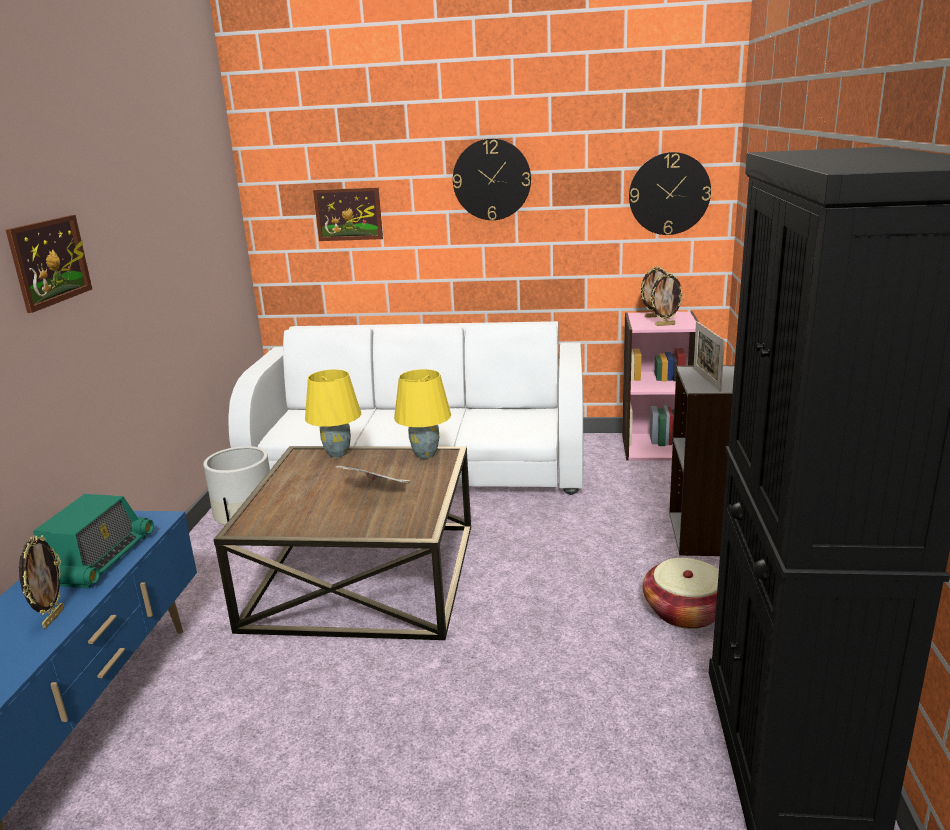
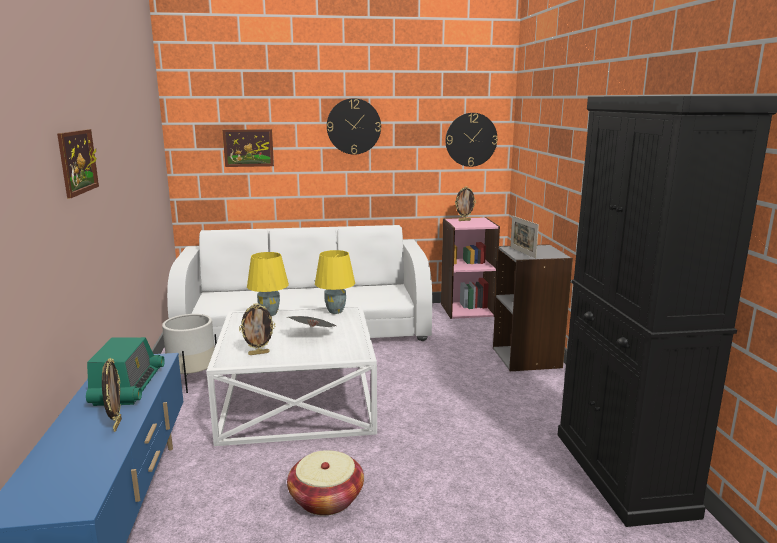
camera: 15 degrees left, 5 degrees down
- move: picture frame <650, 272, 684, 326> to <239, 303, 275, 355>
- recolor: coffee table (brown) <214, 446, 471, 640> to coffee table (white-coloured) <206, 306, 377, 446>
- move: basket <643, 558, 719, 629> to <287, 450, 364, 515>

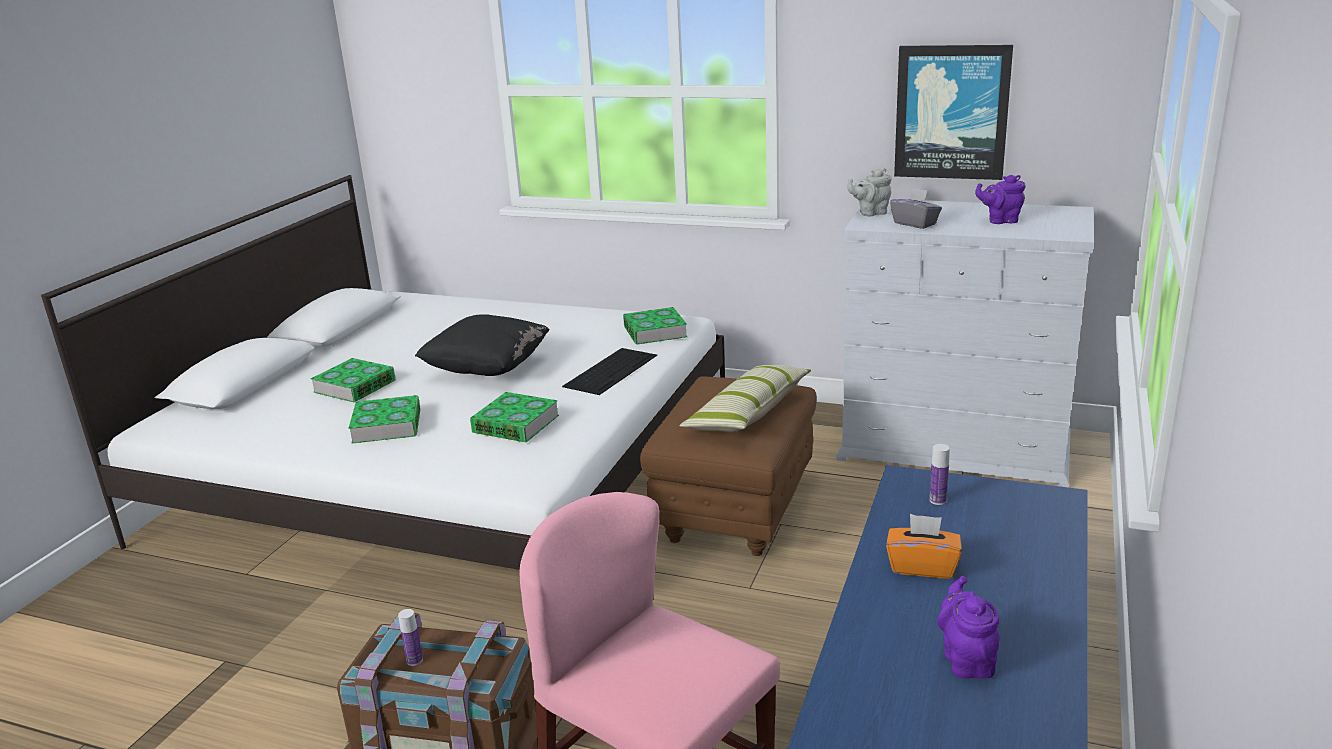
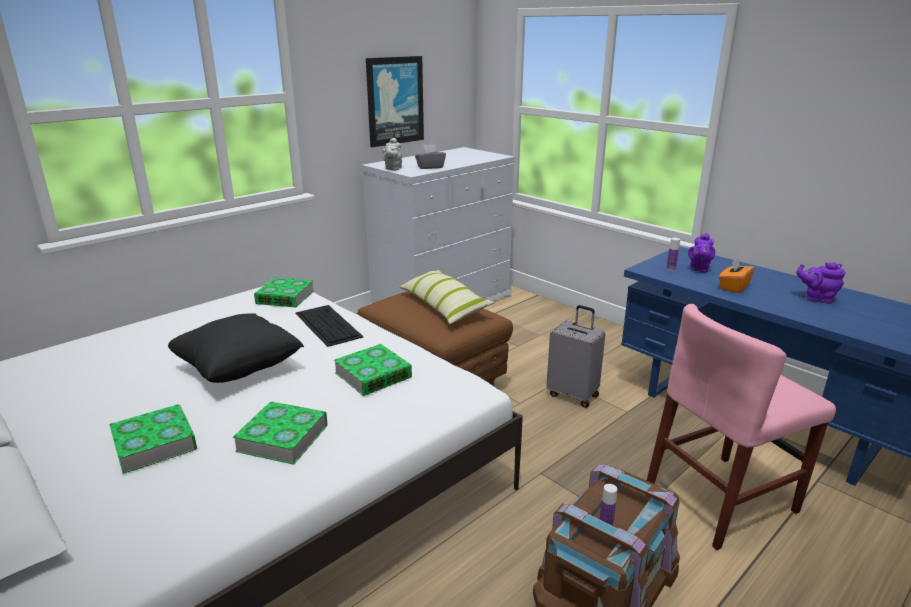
camera: 65 degrees left, 0 degrees up
- move: pot for tea (purple) <975, 175, 1026, 224> to <688, 233, 715, 273>
- insert: piece of luggage (greyish) <546, 305, 605, 408>

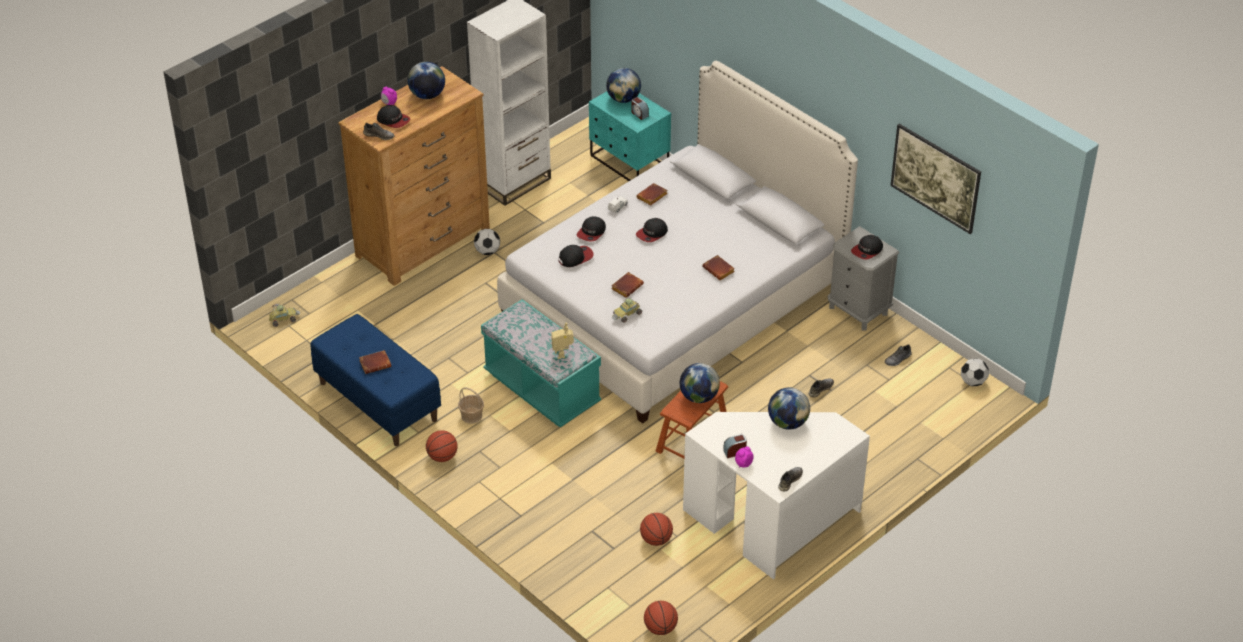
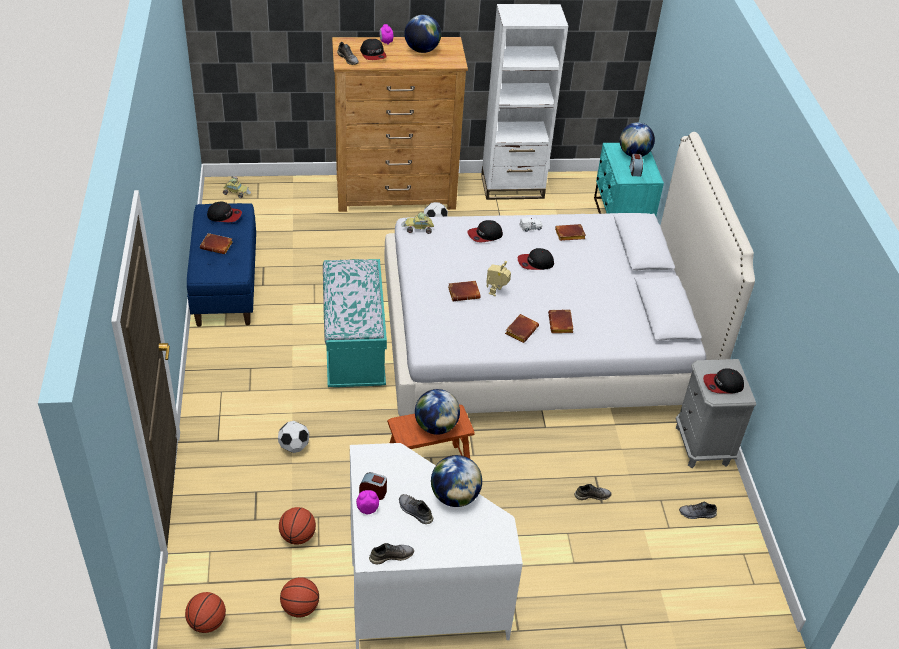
camera: 35 degrees right, 0 degrees up
- delete: picture <890, 124, 981, 234>
- move: baseball cap <558, 245, 593, 267> to <207, 201, 242, 222>
- move: miniature car <612, 298, 642, 323> to <401, 212, 434, 234>
- move: robot figure <551, 323, 574, 359> to <486, 261, 511, 296>
- move: football <961, 359, 989, 386> to <278, 421, 309, 453>
- delete: basket <458, 387, 484, 424>
- move: basketball <426, 430, 458, 462> to <280, 577, 319, 617>
- insert: book (brown) <505, 314, 539, 343>
- insert: shoe (greyish) <399, 494, 433, 524>

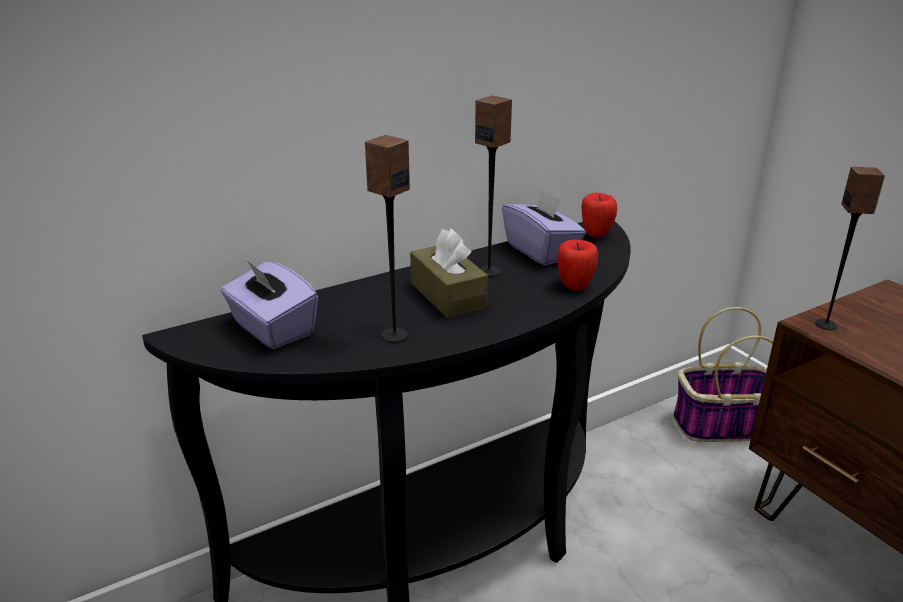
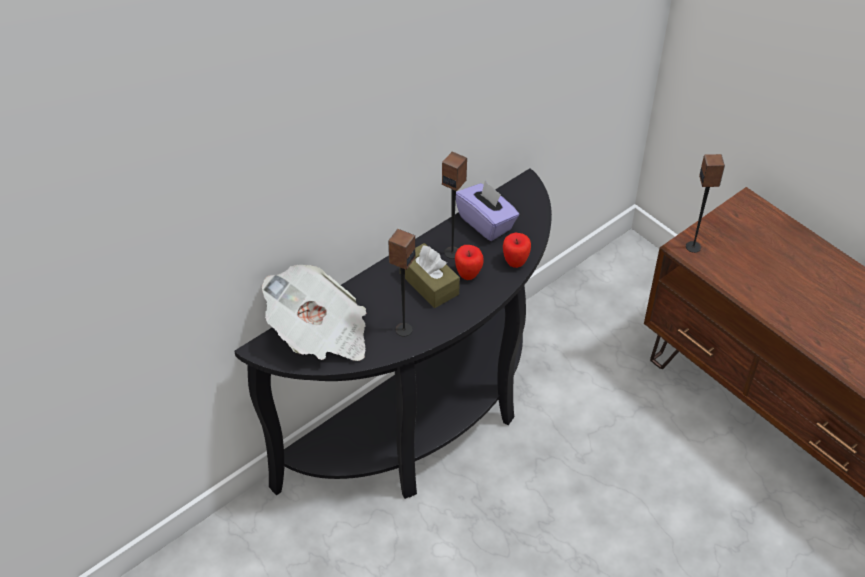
camera: 10 degrees left, 20 degrees up
- move: whole apple <582, 193, 617, 238> to <455, 245, 484, 280>
- replace: tissue box (purple) <221, 259, 318, 349> to daily paper <262, 265, 366, 361>
- delete: basket <673, 307, 773, 442>

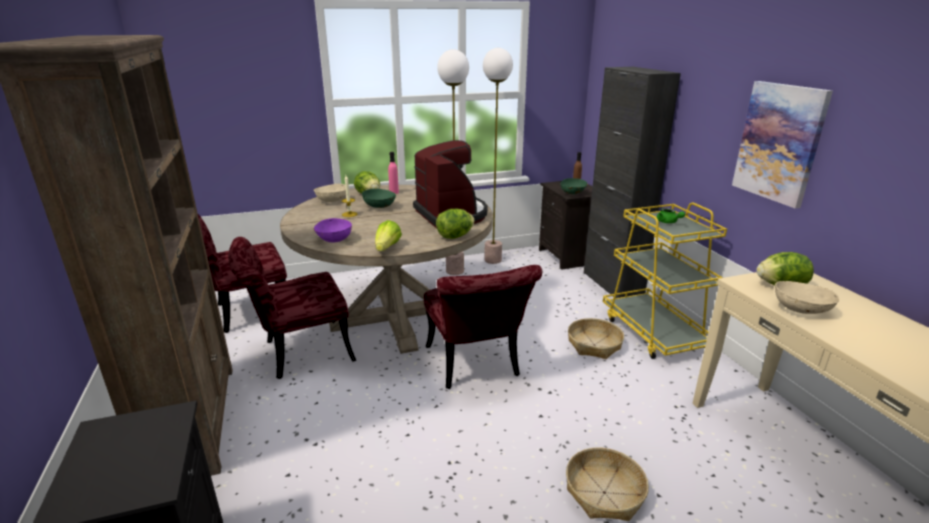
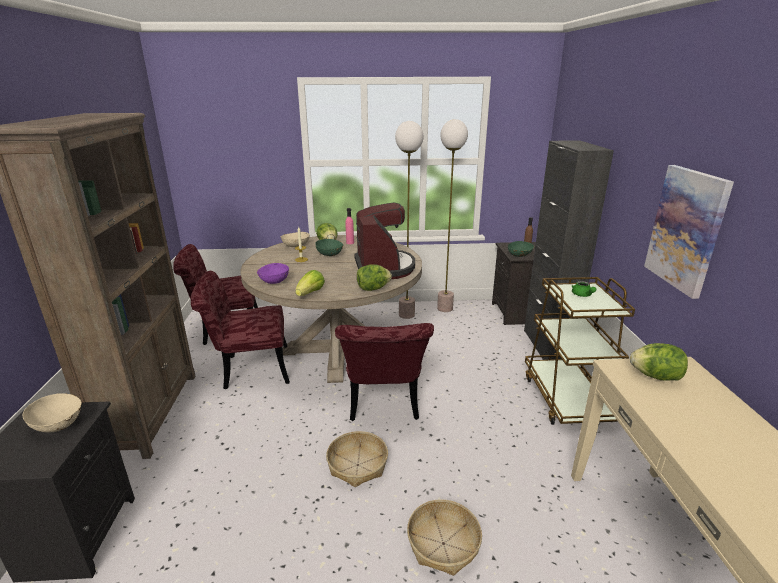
camera: 15 degrees right, 0 degrees up
- recolor: cart (yellow-coloured) <603, 202, 727, 359> to cart (brown) <525, 277, 635, 425>
- move: serving bowl (beige-coloured) <775, 281, 839, 314> to <23, 393, 82, 432>
- move: basket <568, 318, 624, 359> to <326, 431, 388, 487>

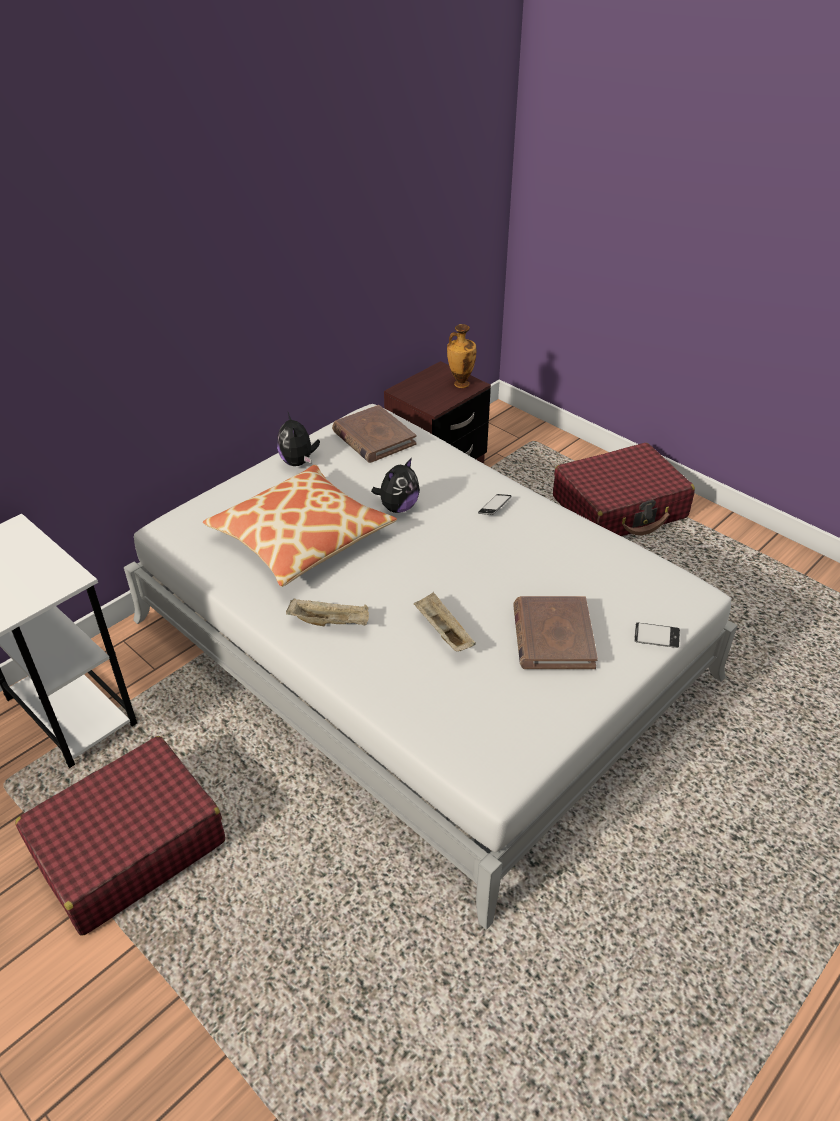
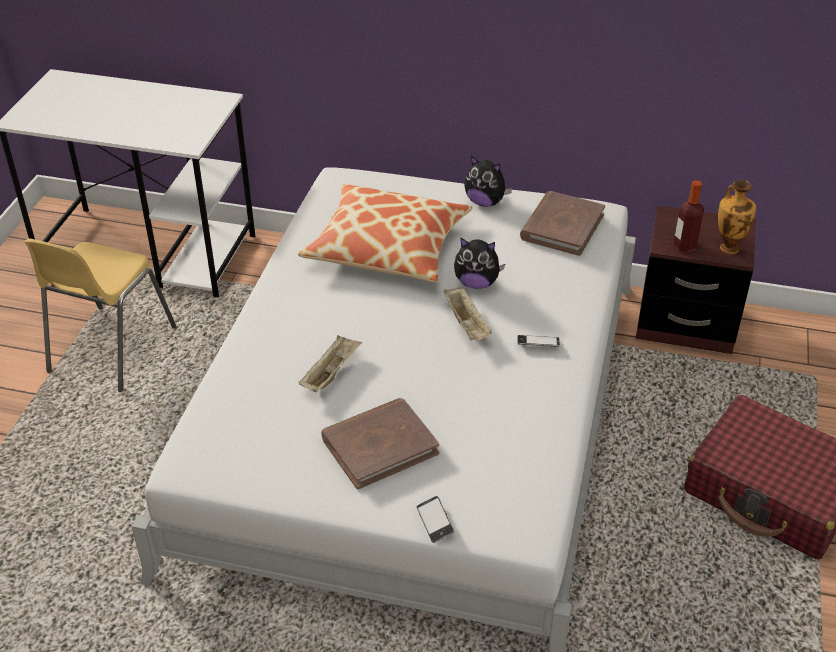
camera: 60 degrees right, 0 degrees up
- rotate: soft toy <277, 411, 320, 466> = <464, 155, 512, 207> 105 degrees counterclockwise
- move: tray (beige-coloured) <286, 598, 369, 626> to <444, 287, 492, 340>
- replace: piece of luggage (red-coloured) <15, 736, 225, 936> to chair (yellow-coloured) <25, 238, 177, 392>
- insert: drink bottle <673, 180, 704, 252>

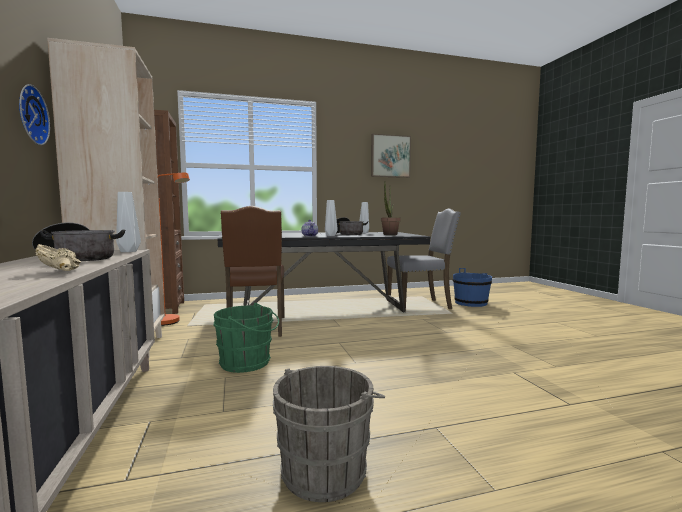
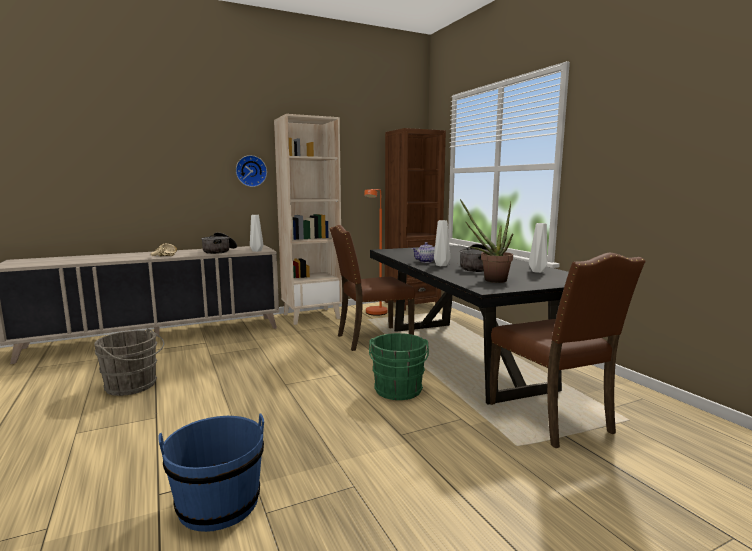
camera: 80 degrees right, 5 degrees up
- delete: picture <371, 134, 411, 178>
- recolor: chair (greyish) <387, 208, 461, 312> to chair (brown) <490, 253, 646, 448>
- move: pail (blue-coloured) <453, 268, 492, 307> to <158, 414, 264, 532>
- move: pail (greenish) <213, 303, 279, 373> to <369, 333, 429, 400>

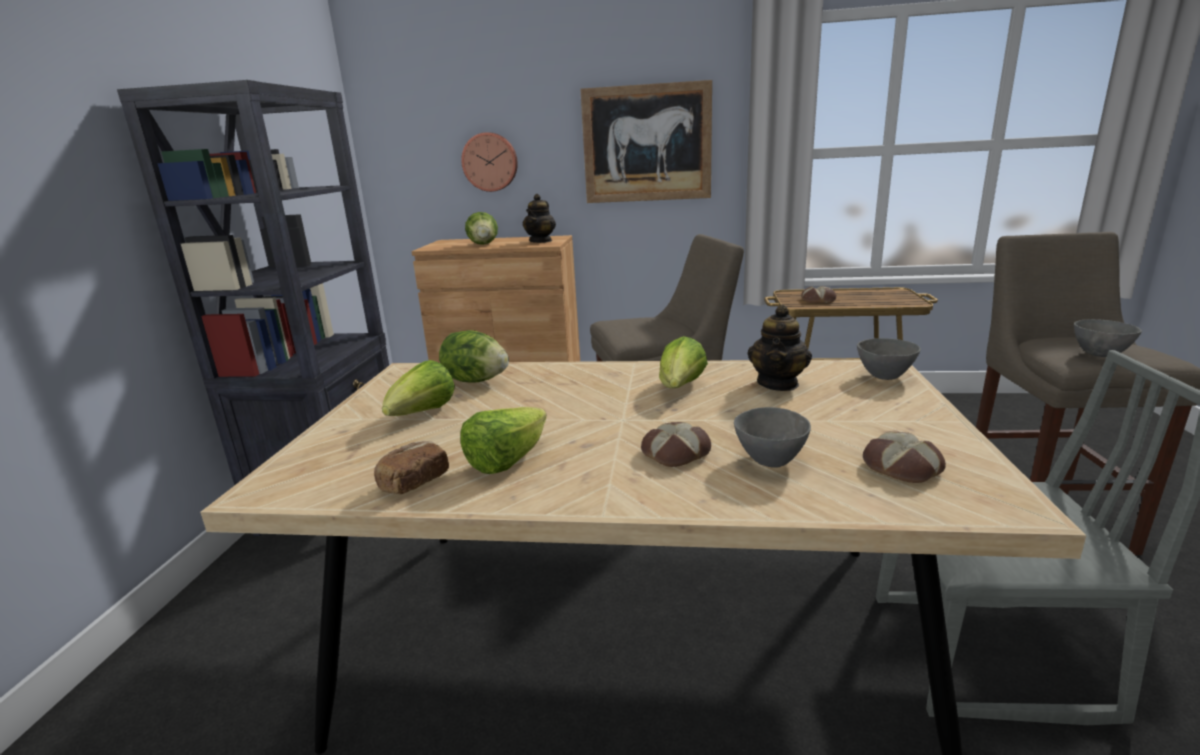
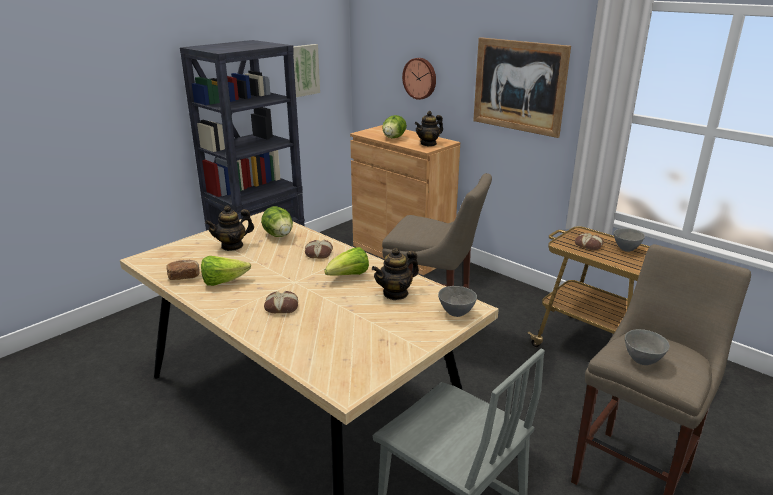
camera: 35 degrees right, 5 degrees up
- replace: lettuce <382, 360, 455, 416> to pot for tea <205, 206, 254, 251>
- move: serving bowl (greyish) <734, 407, 811, 468> to <614, 229, 645, 252>
- move: bread <863, 432, 946, 483> to <305, 240, 333, 259>
- insert: picture <293, 44, 320, 97>

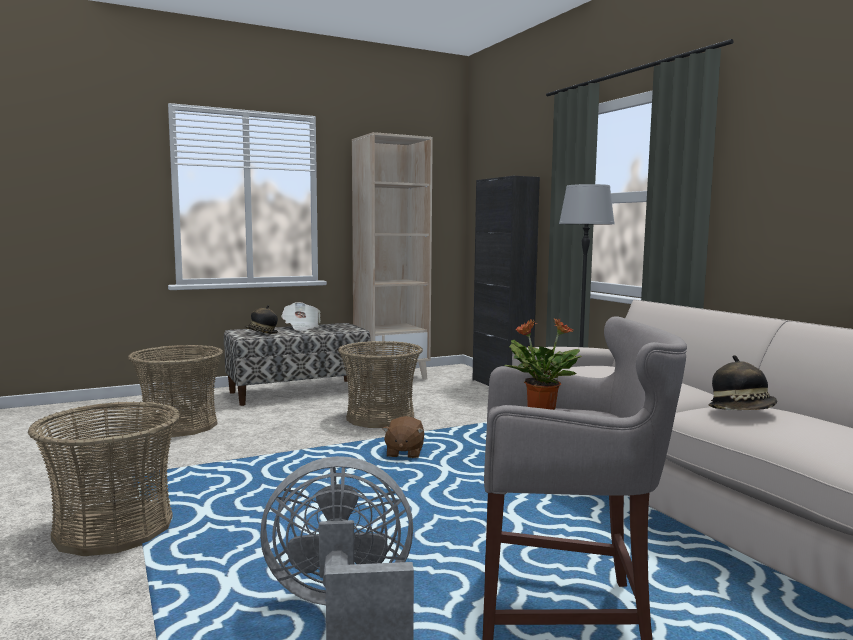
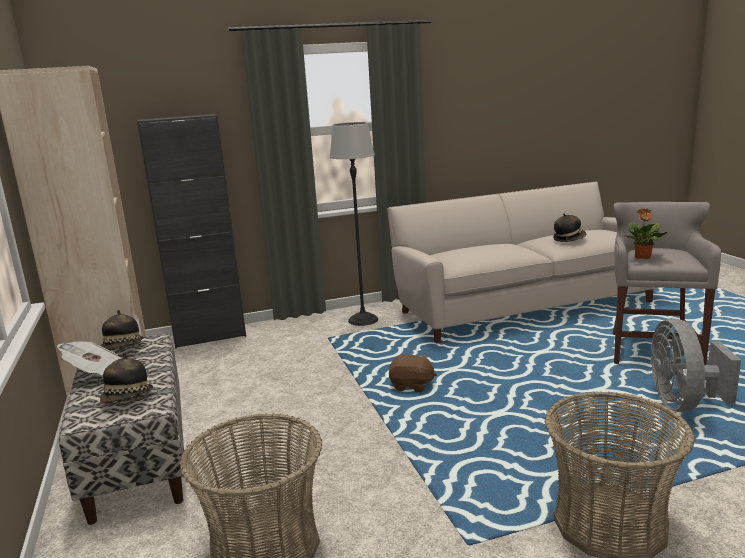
camera: 80 degrees left, 10 degrees up
- delete: basket <338, 341, 423, 428>
- insert: wearable hat <101, 310, 144, 350>

